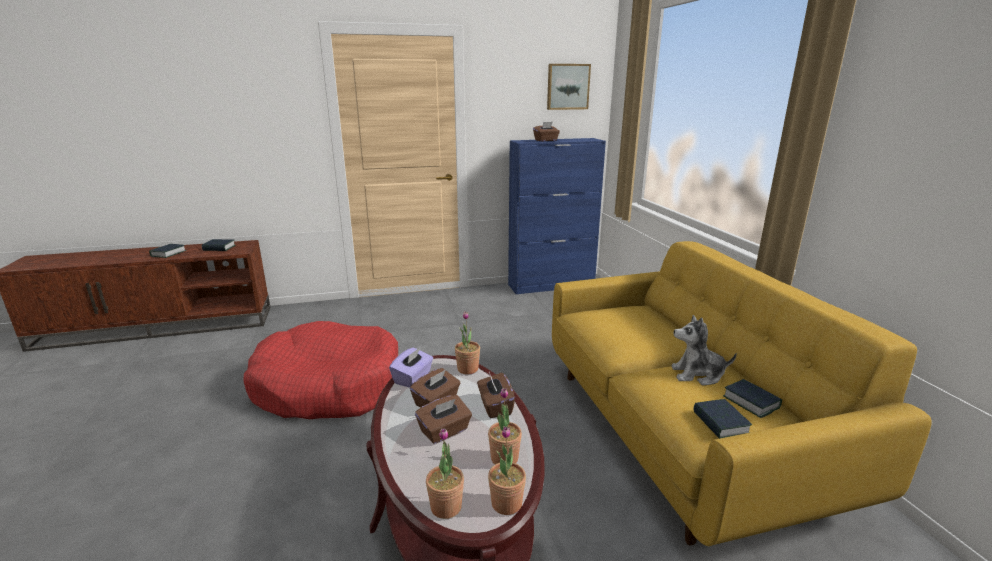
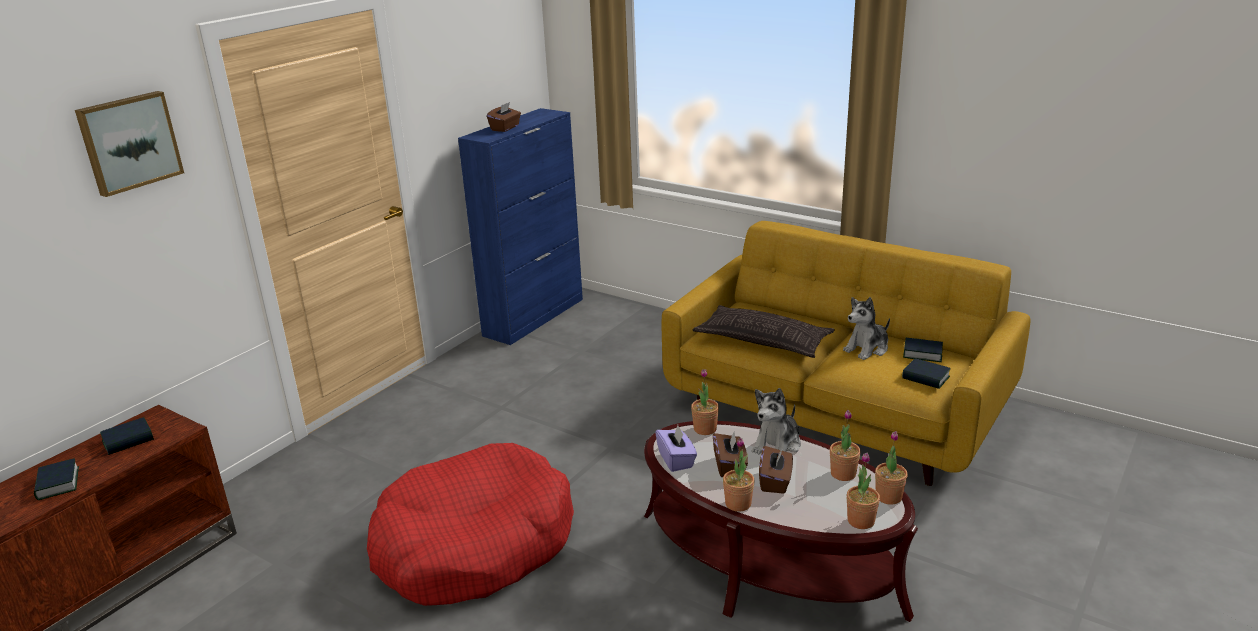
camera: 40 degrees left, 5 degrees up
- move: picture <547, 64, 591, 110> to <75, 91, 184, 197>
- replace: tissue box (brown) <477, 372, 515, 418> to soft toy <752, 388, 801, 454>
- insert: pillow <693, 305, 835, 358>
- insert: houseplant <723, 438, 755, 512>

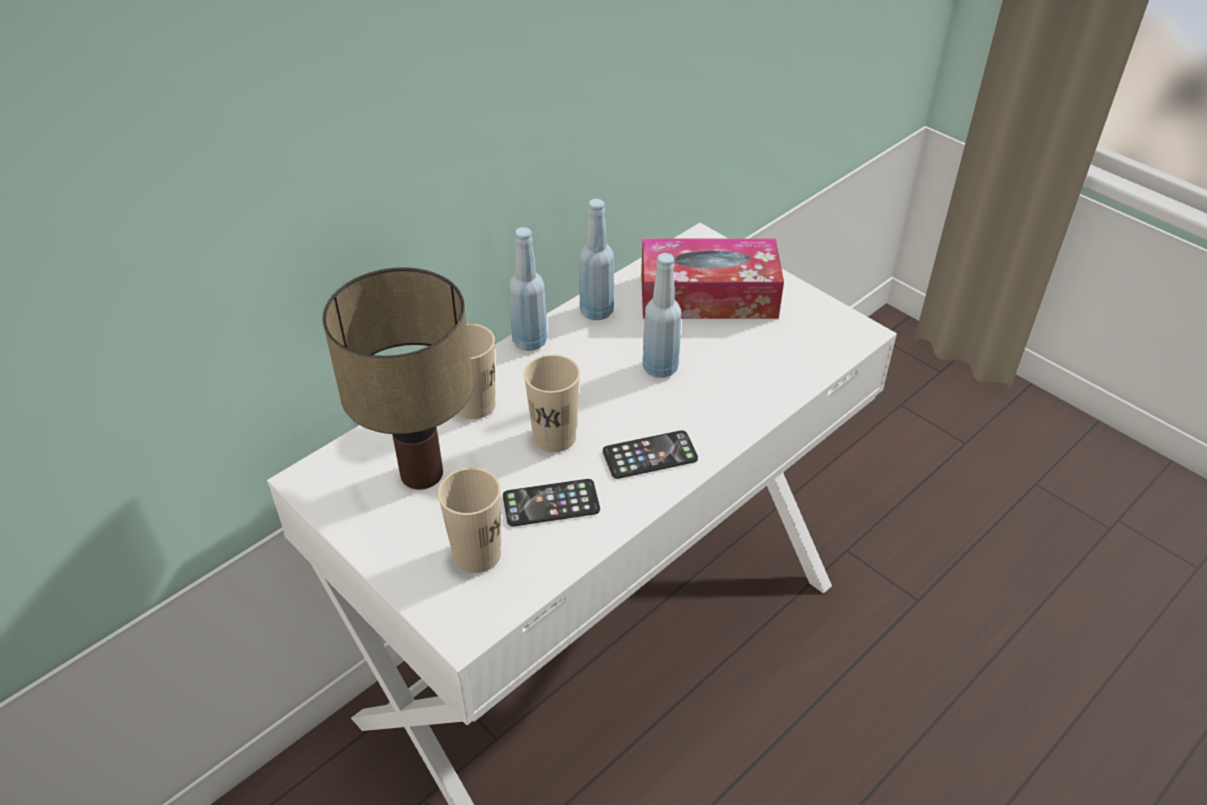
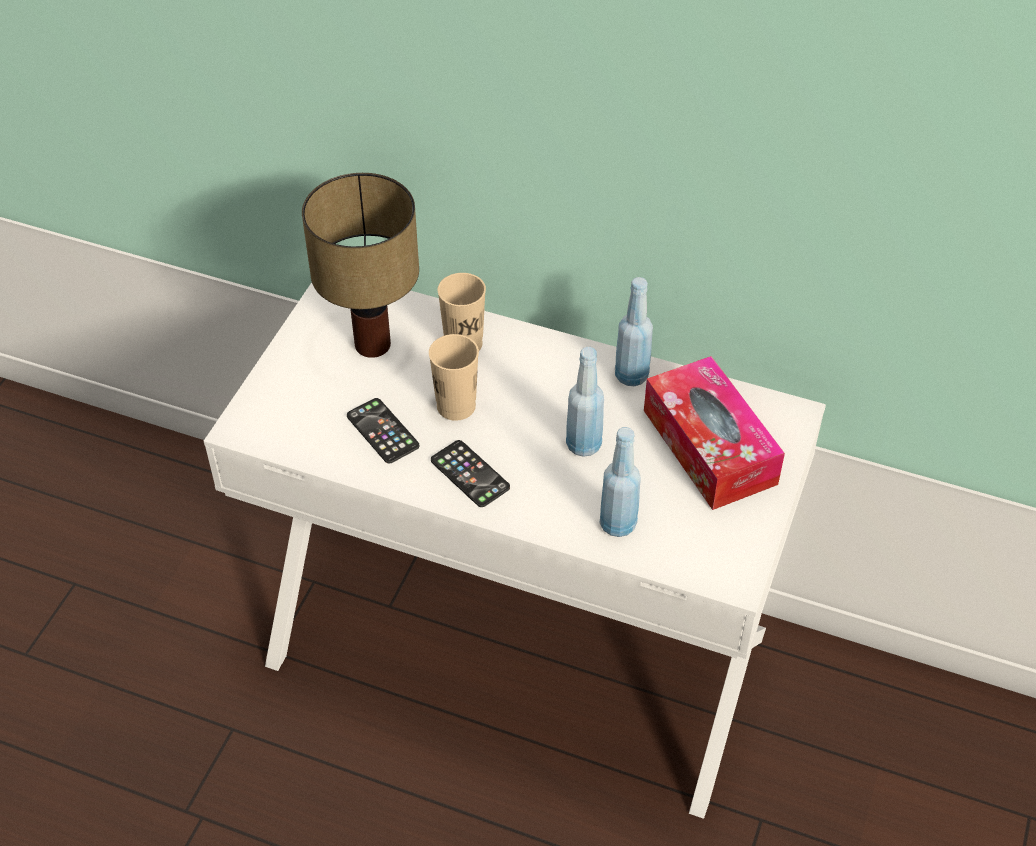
camera: 65 degrees right, 5 degrees up
- move: drink bottle (blue-coloured) <509, 227, 548, 351> to <600, 427, 641, 537>
- delete: cup (beige-coloured) <438, 468, 501, 573>

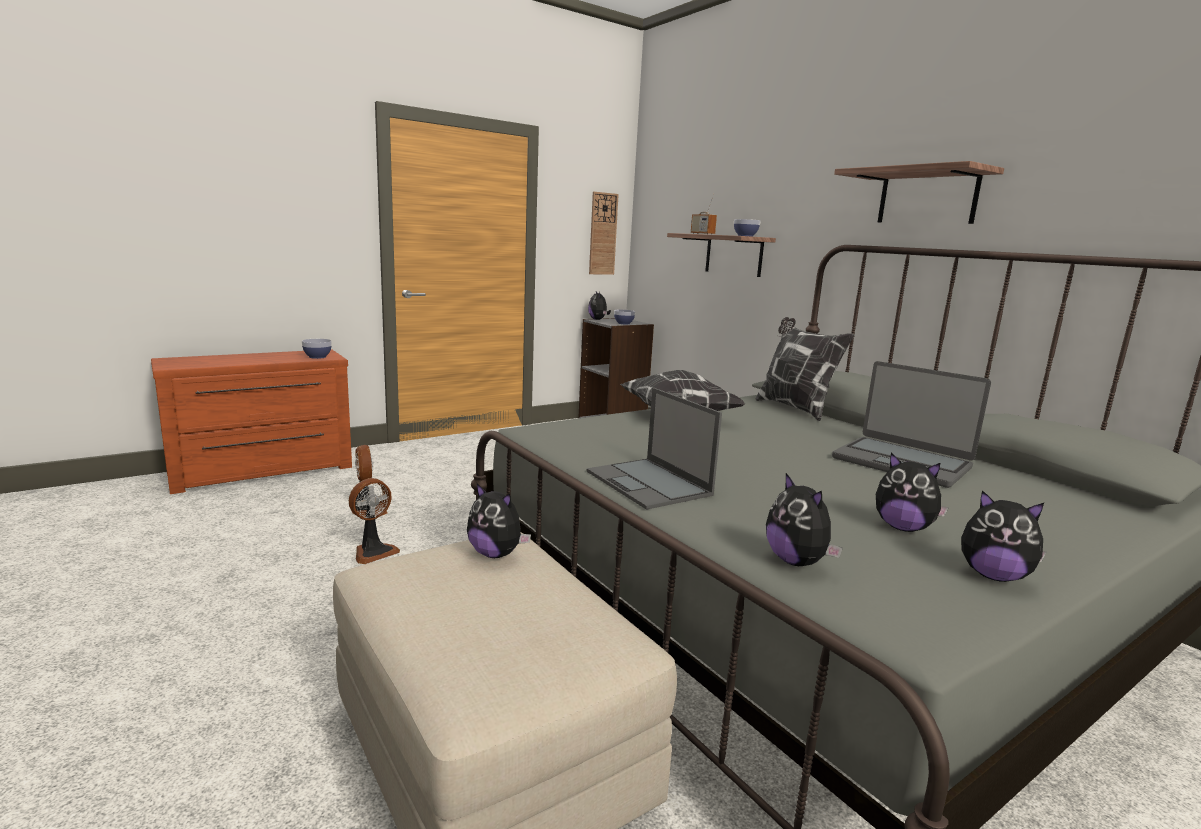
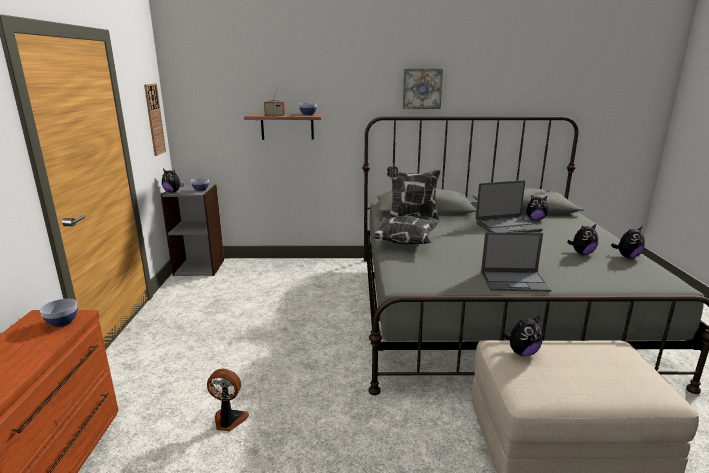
camera: 55 degrees left, 5 degrees up
- replace: shelf <834, 161, 1004, 224> to picture <403, 69, 443, 109>
- move: soft toy <766, 473, 843, 566> to <526, 195, 548, 220>
- delete: electric fan <349, 478, 400, 564>

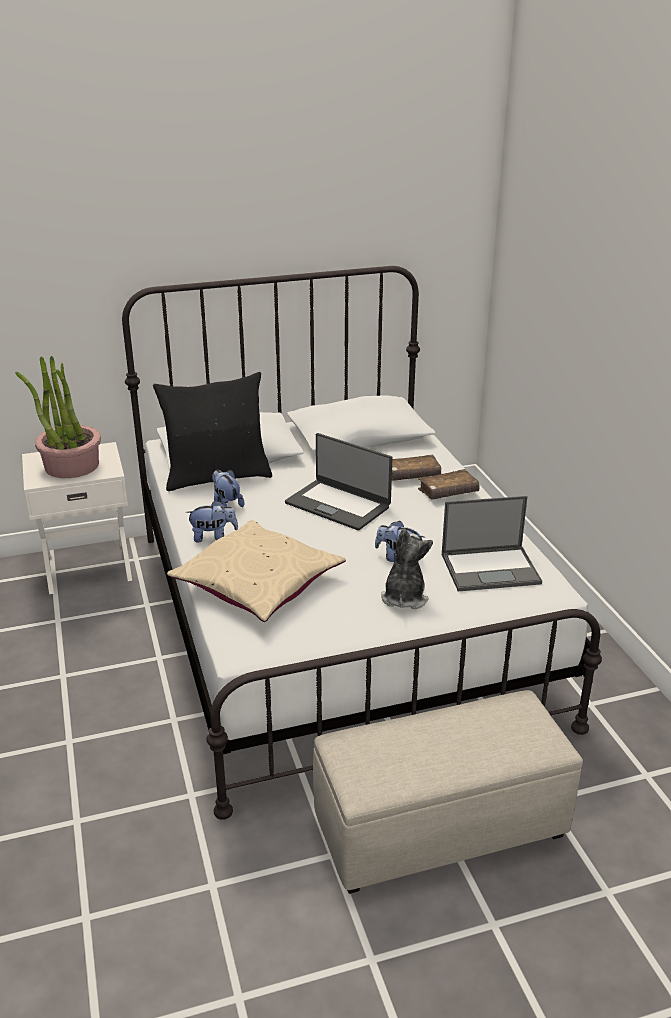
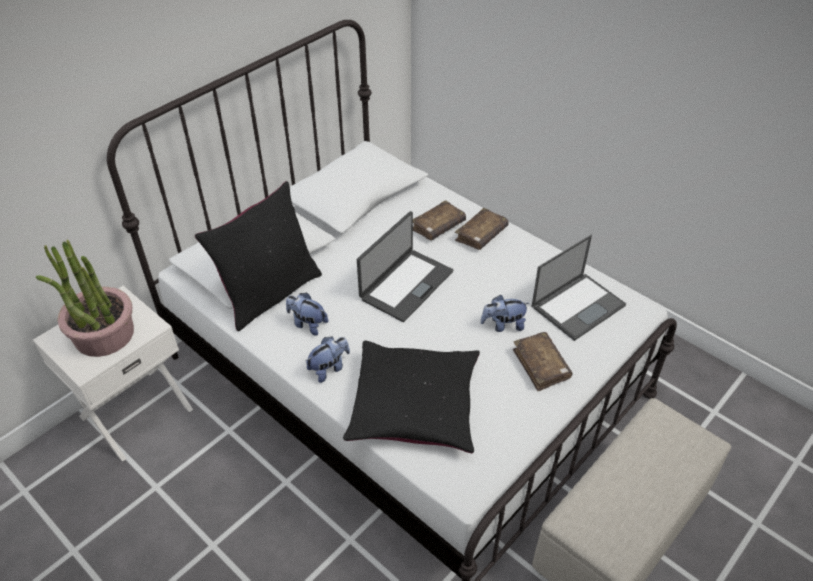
camera: 30 degrees left, 15 degrees up
- rotate: portable computer <285, 433, 392, 530> = <357, 211, 453, 322> 60 degrees counterclockwise
- recolor: pillow (beige-coloured) <167, 520, 346, 622> to pillow (blackish) <343, 341, 480, 453>
- replace: soft toy <381, 529, 433, 609> to book (brown) <513, 332, 573, 391>

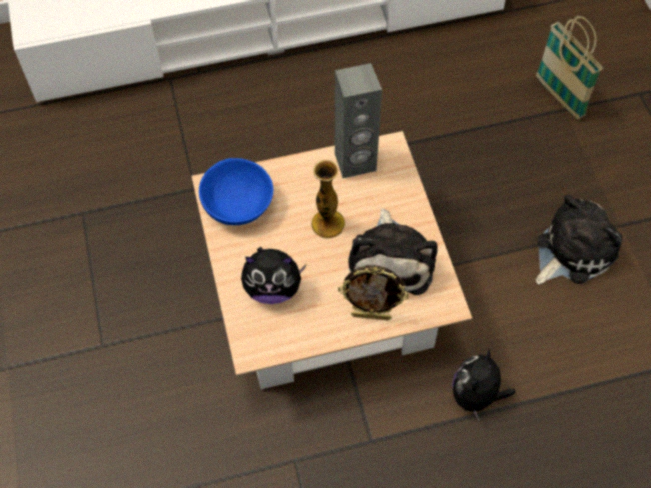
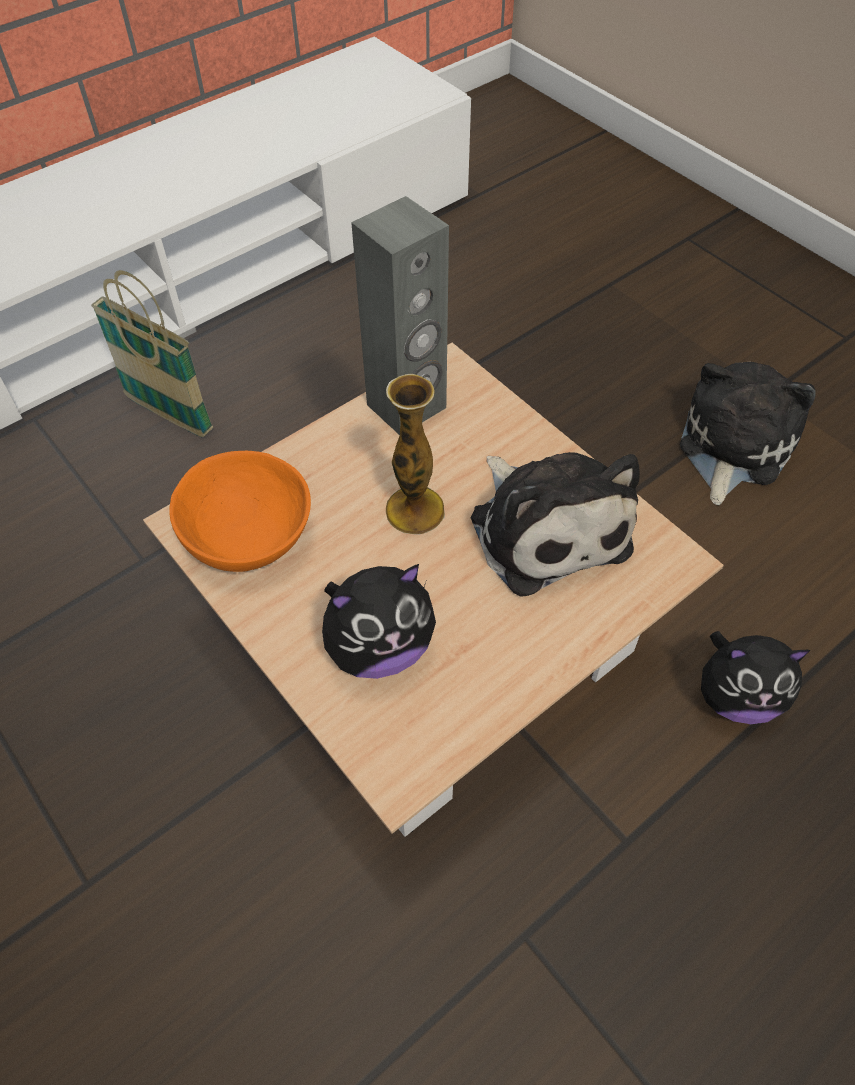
camera: 25 degrees left, 5 degrees down
- move: basket <536, 16, 603, 119> to <91, 270, 213, 437>
- recolor: serving bowl (blue-coloured) <199, 158, 273, 225> to serving bowl (orange) <169, 451, 311, 572>
- delete: picture frame <338, 265, 409, 320>
- rotate: soft toy <452, 349, 516, 421> = <701, 631, 811, 724> 90 degrees counterclockwise

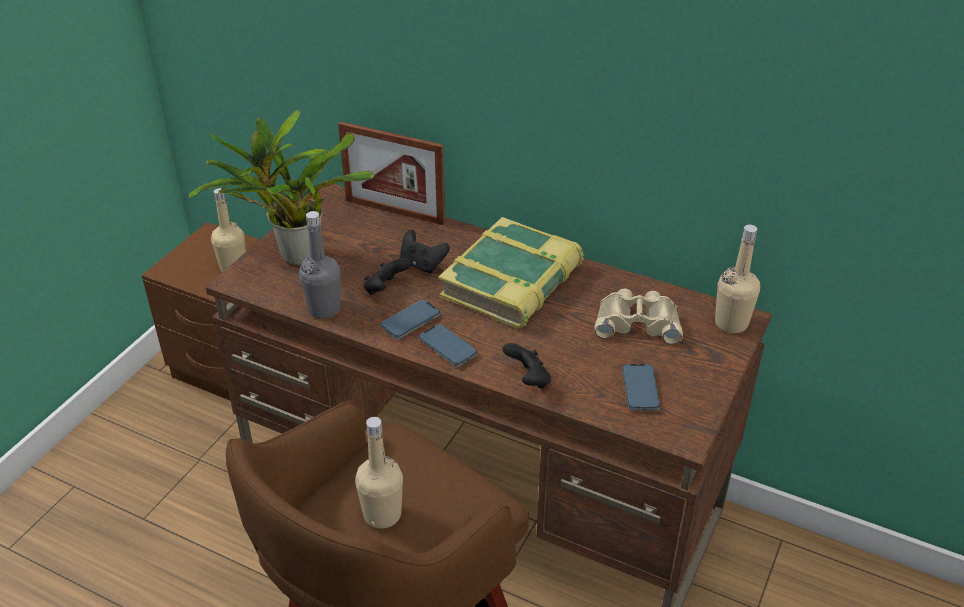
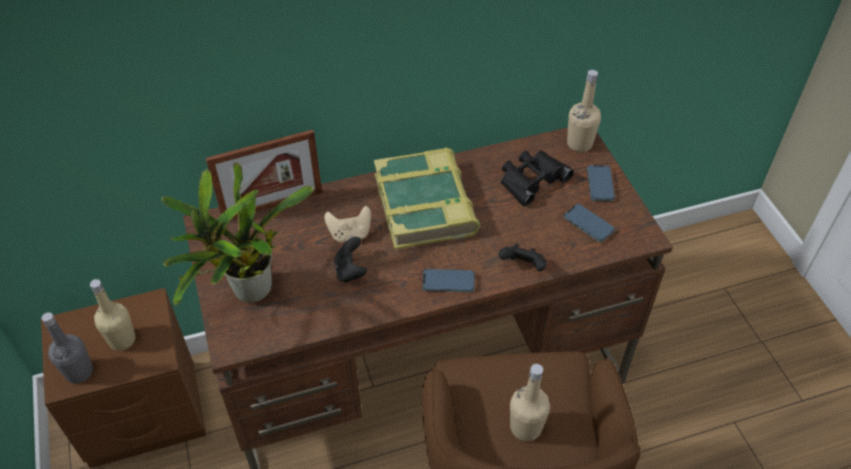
camera: 45 degrees left, 10 degrees up
- move: drink bottle (greyish) <299, 211, 341, 319> to <41, 312, 93, 383>
- recolor: joypad (blackish) <400, 230, 450, 274> to joypad (beige-coloured) <324, 206, 371, 242>
- recolor: pair of binoculars (beige-coloured) <594, 289, 683, 344> to pair of binoculars (blackish) <501, 151, 574, 207>
- move: handset <380, 300, 440, 339> to <587, 165, 615, 201>

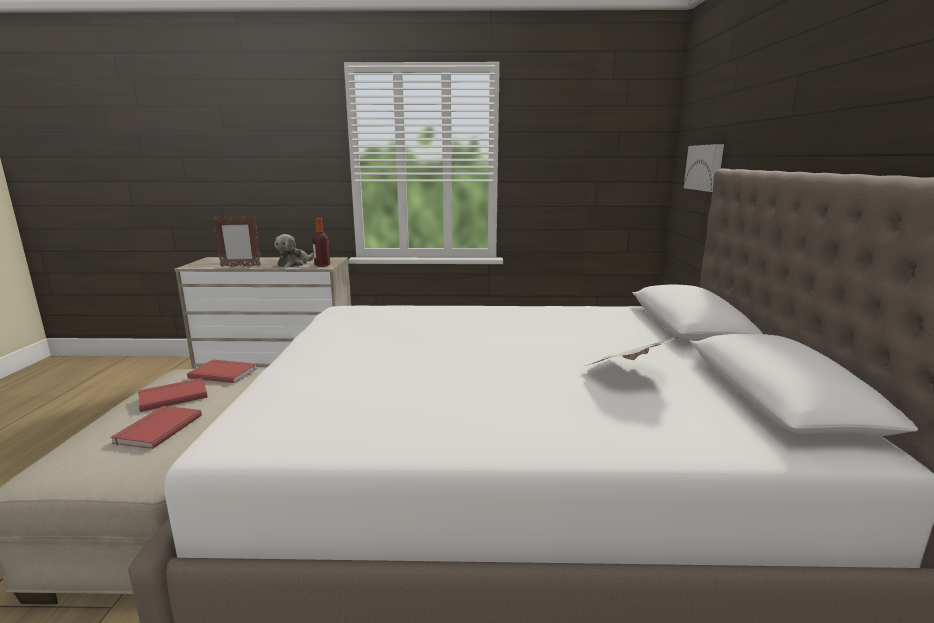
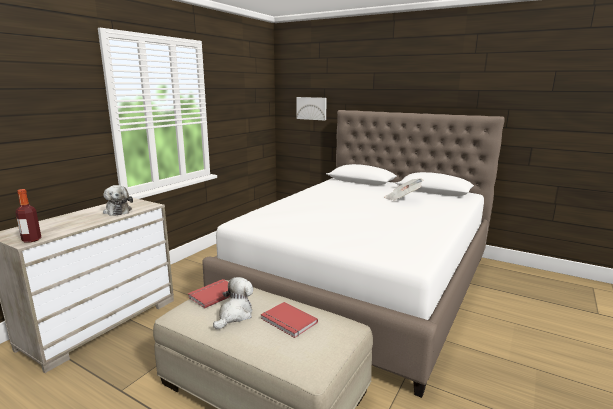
camera: 60 degrees left, 0 degrees up
- delete: picture frame <212, 216, 261, 267>
- move: drink bottle <312, 218, 330, 267> to <15, 189, 41, 243>
- replace: book (red-coloured) <138, 378, 208, 412> to soft toy <213, 277, 253, 329>

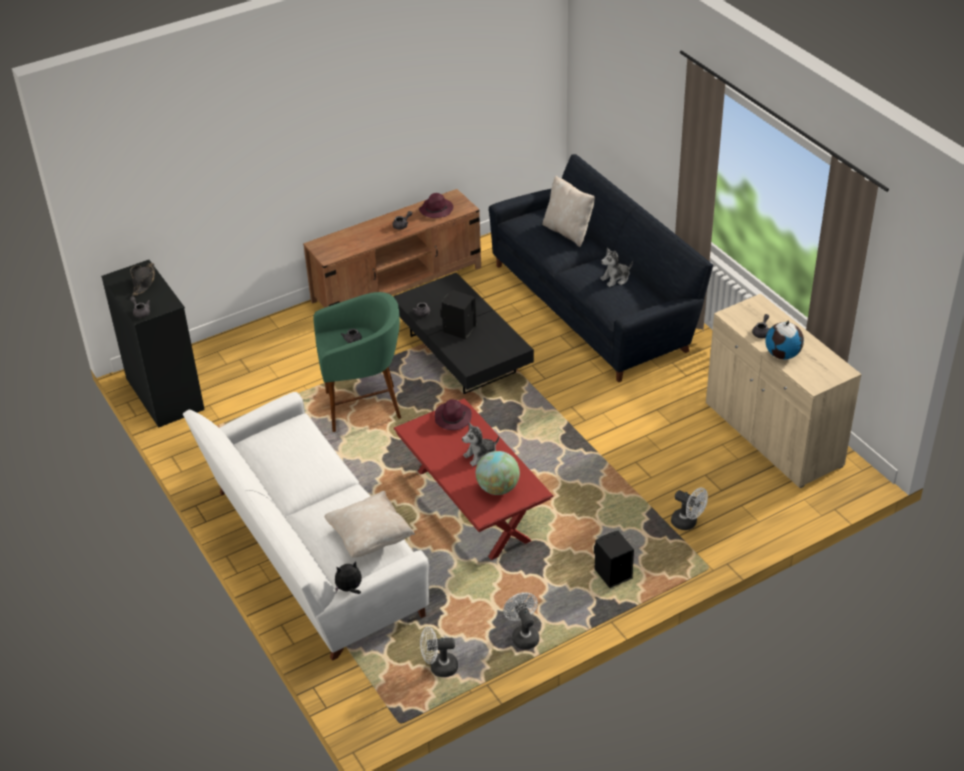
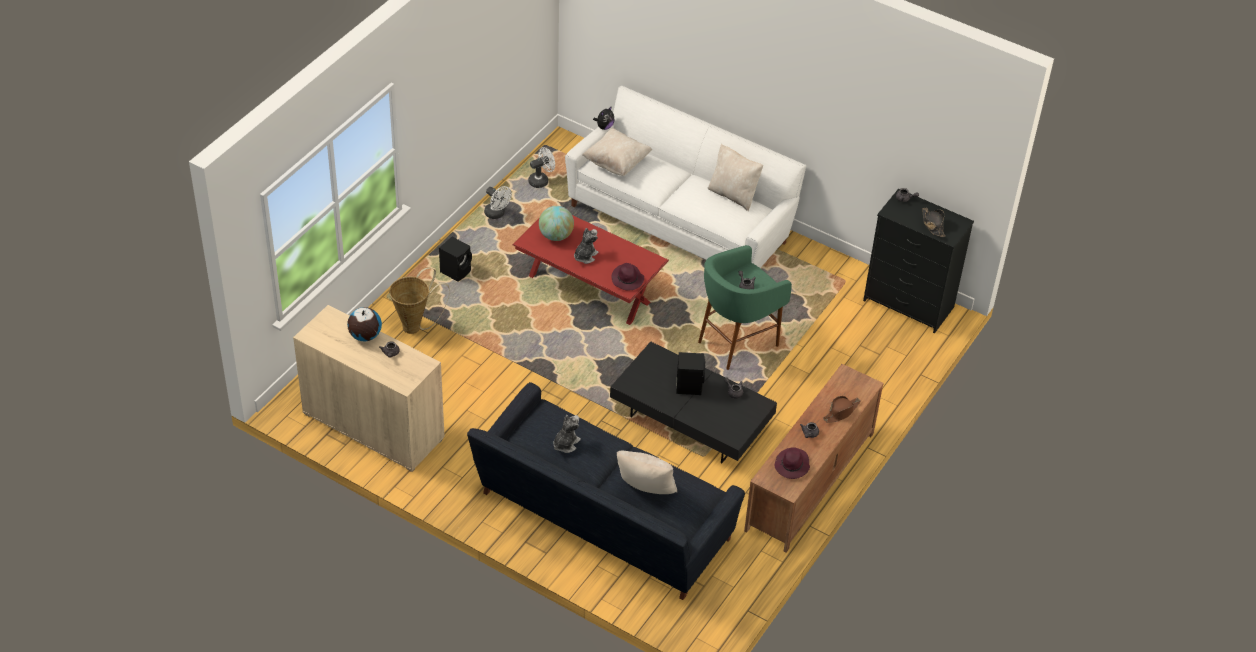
camera: 150 degrees right, 5 degrees up
- replace: electric fan (white-coloured) <671, 487, 708, 530> to basket <389, 267, 450, 334>
- insert: pillow (beige-coloured) <708, 144, 763, 211>
- insert: wearable hat (brown) <823, 396, 861, 422>

